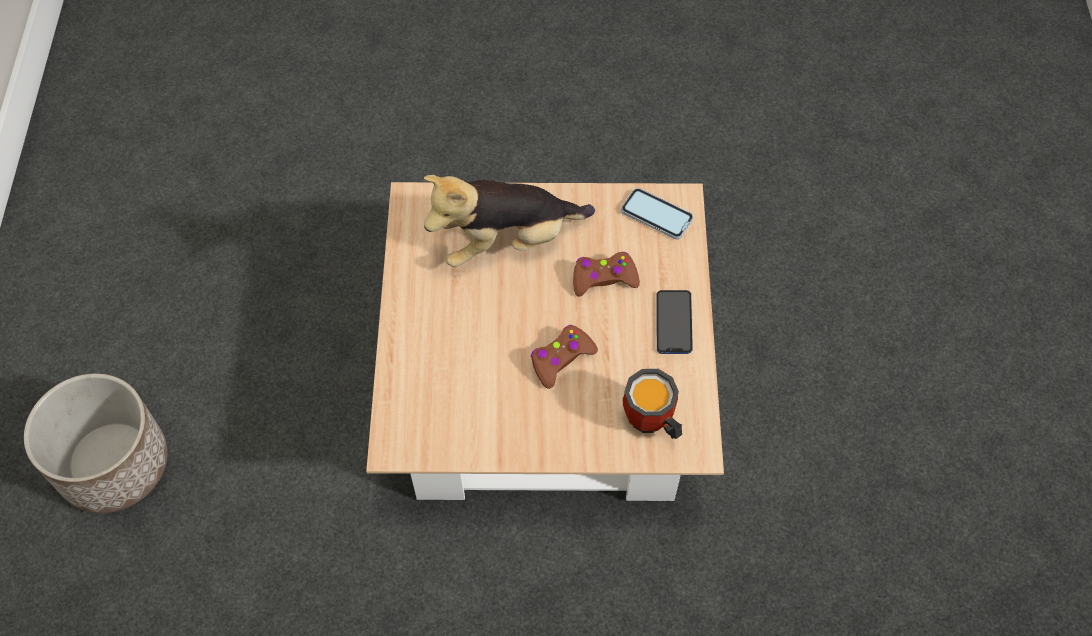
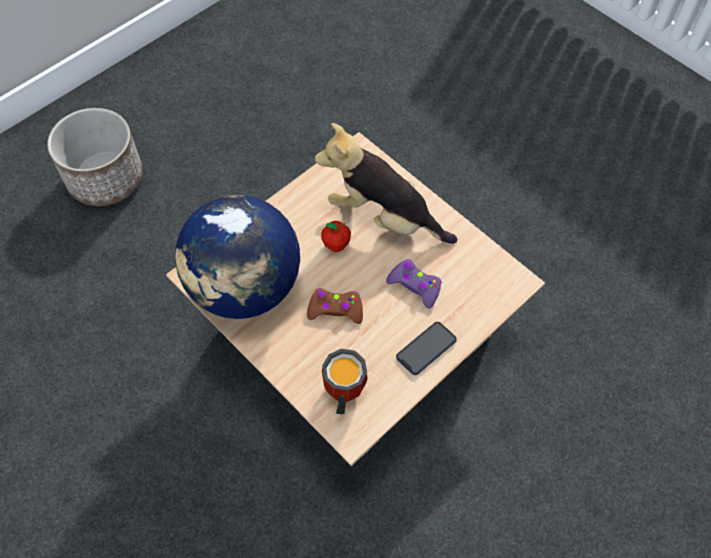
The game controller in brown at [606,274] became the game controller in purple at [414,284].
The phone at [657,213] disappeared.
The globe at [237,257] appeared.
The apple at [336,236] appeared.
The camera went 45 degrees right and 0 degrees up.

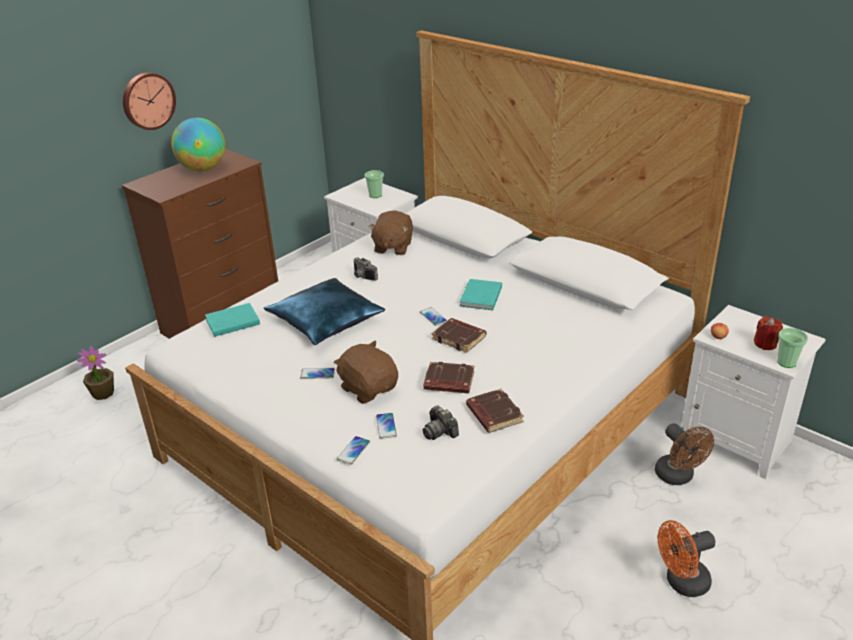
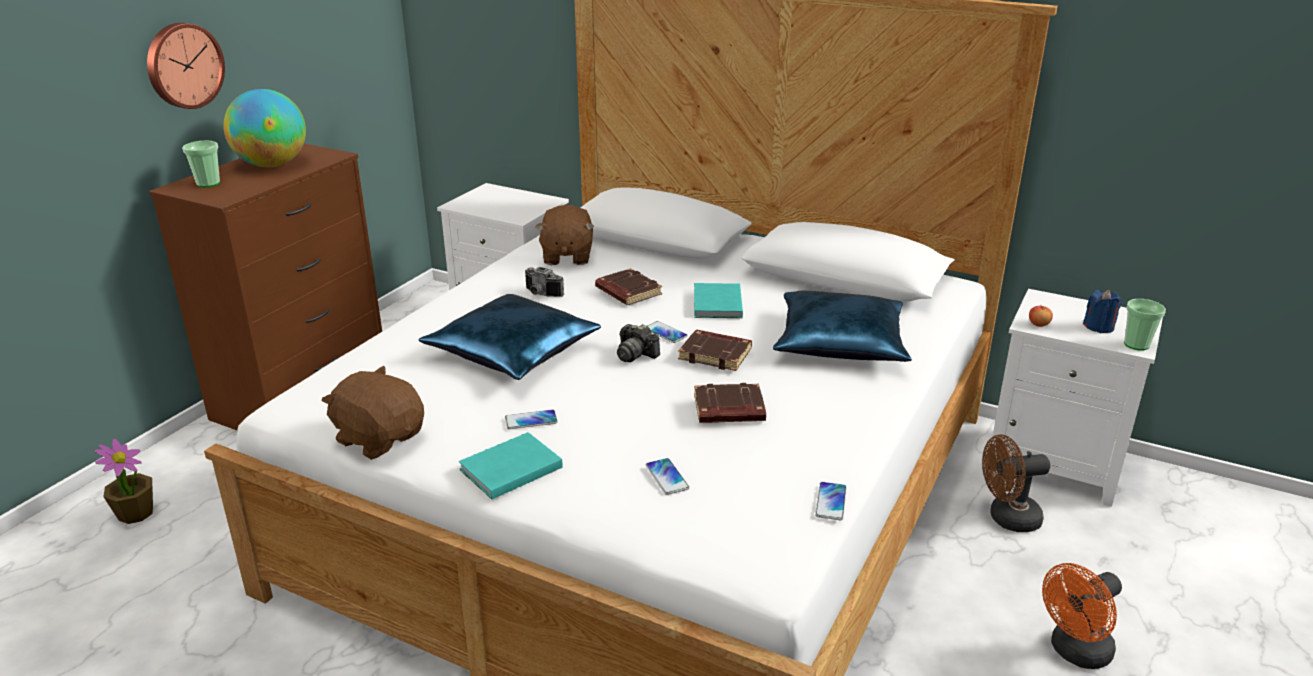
The book in turquoise moved from [232,320] to [511,465].
The plush toy in brown moved from [366,372] to [373,413].
The phone moved from [353,450] to [830,501].
The cup moved from [374,184] to [201,164].
The photo camera moved from [441,422] to [638,343].
The book in brown moved from [495,411] to [628,286].
The fan in brown at [684,454] turned 120 degrees clockwise.
The candle in red at [768,333] became the candle in blue at [1102,311].
The pillow in blue at [842,326] appeared.
The camera went 15 degrees left and 5 degrees down.

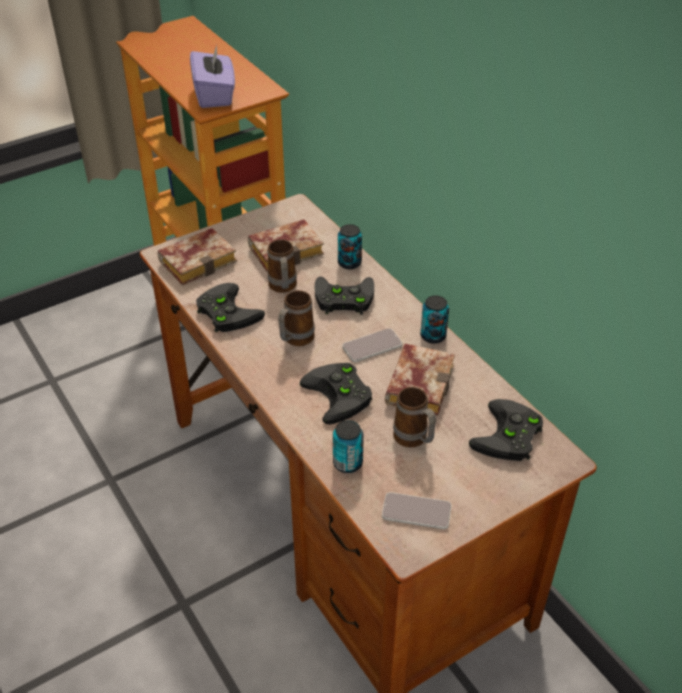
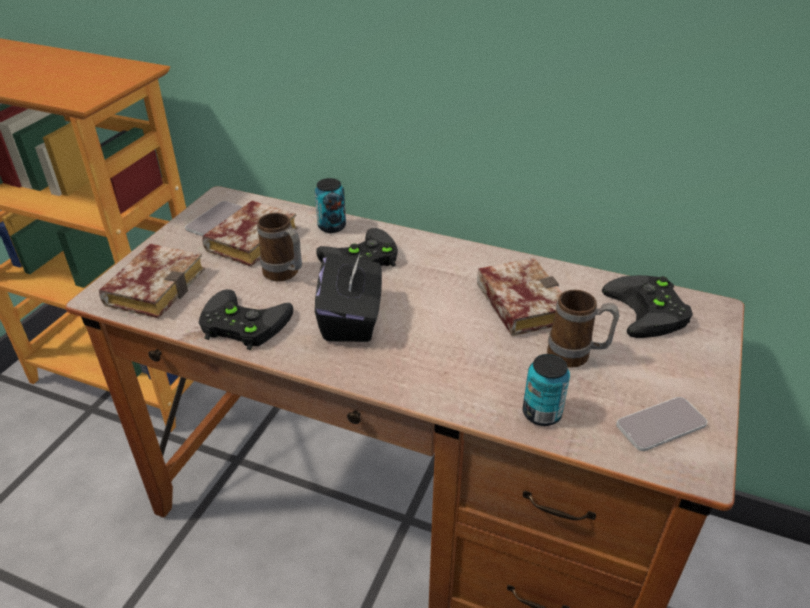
The tissue box in purple at [212,76] disappeared.
The mug at [296,318] was replaced by the tissue box in black at [348,296].
The game controller in black at [336,393] disappeared.
The phone moved from [372,345] to [214,218].
The can at [434,320] disappeared.
The camera went 35 degrees left and 5 degrees down.

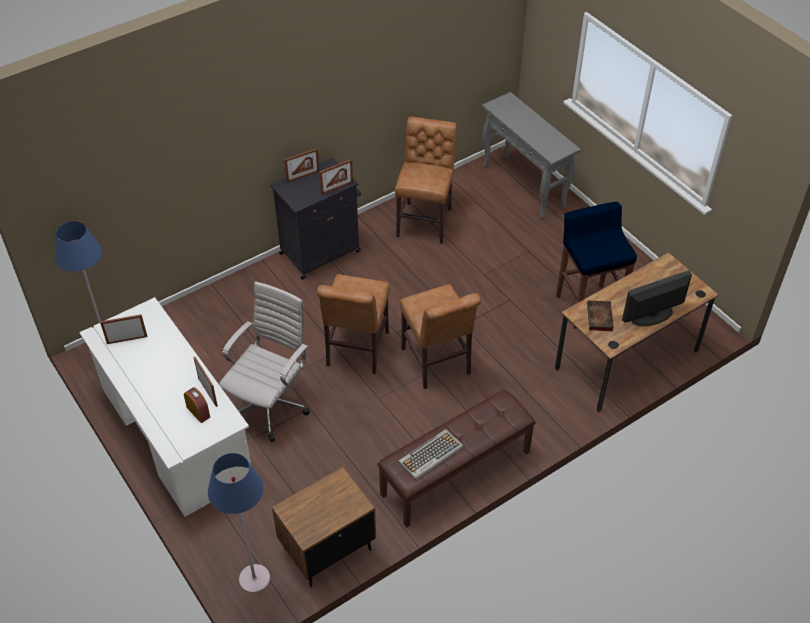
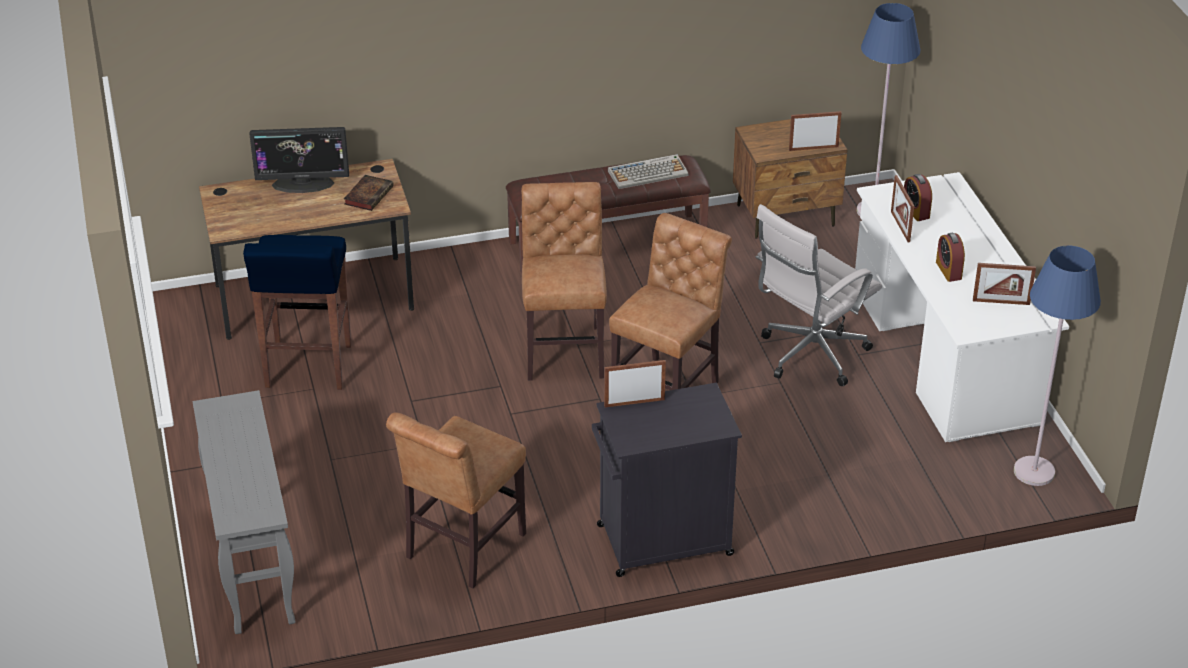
The picture frame moved from [301,165] to [815,131].
The alarm clock at [950,257] appeared.
The camera went 160 degrees left and 10 degrees down.

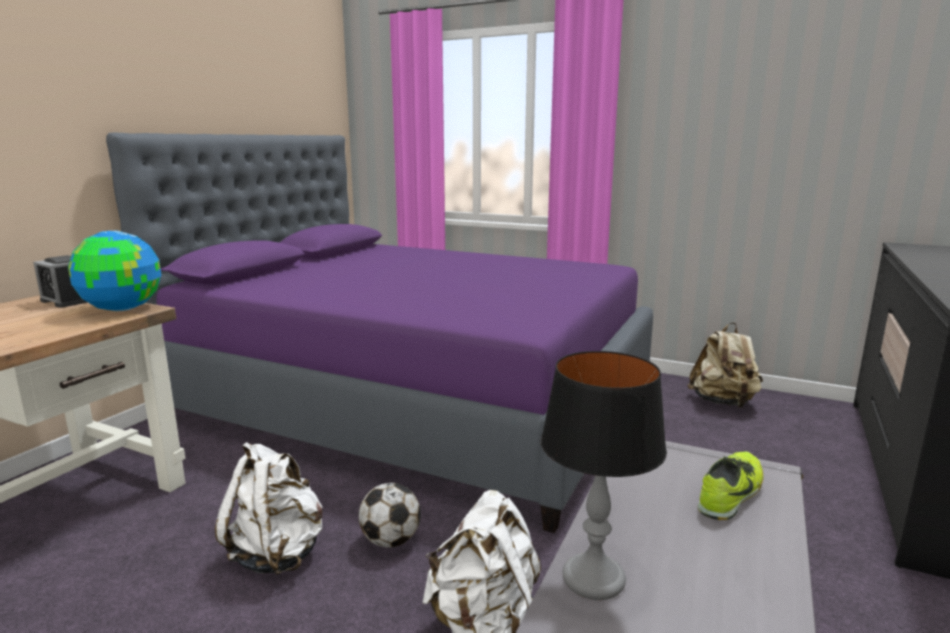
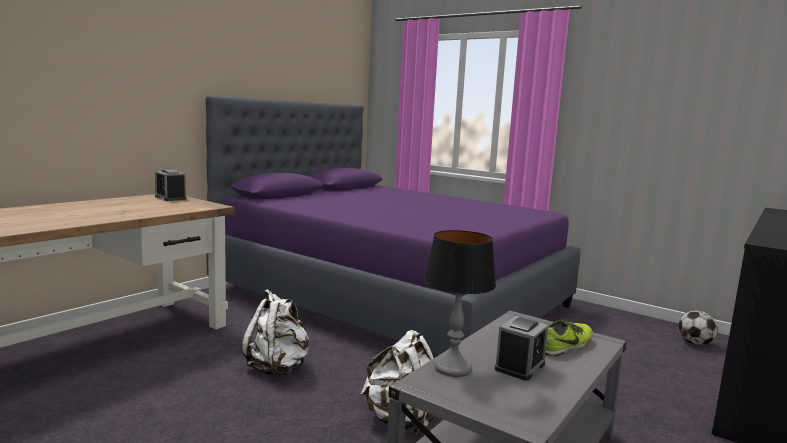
The globe at [114,271] disappeared.
The football moved from [389,515] to [698,328].
The backpack in beige at [725,365] disappeared.
The alarm clock at [522,348] appeared.
The camera went 10 degrees right and 5 degrees down.

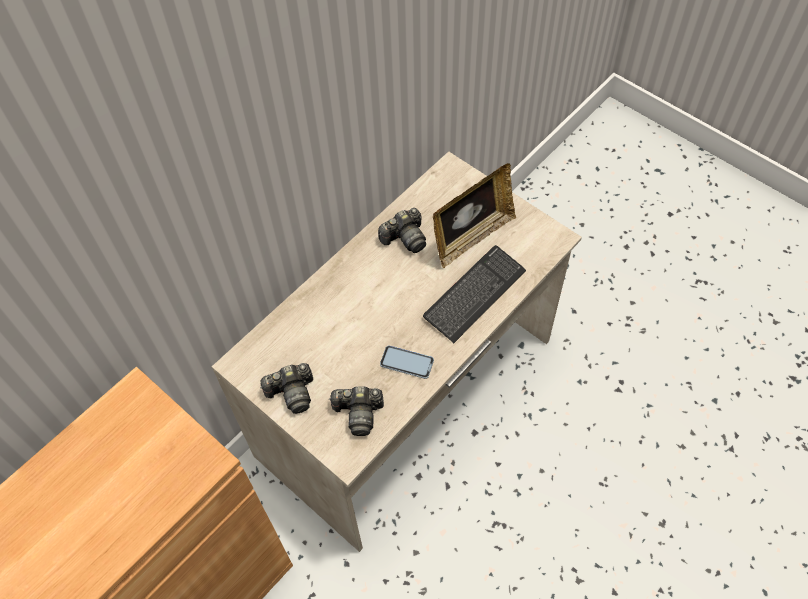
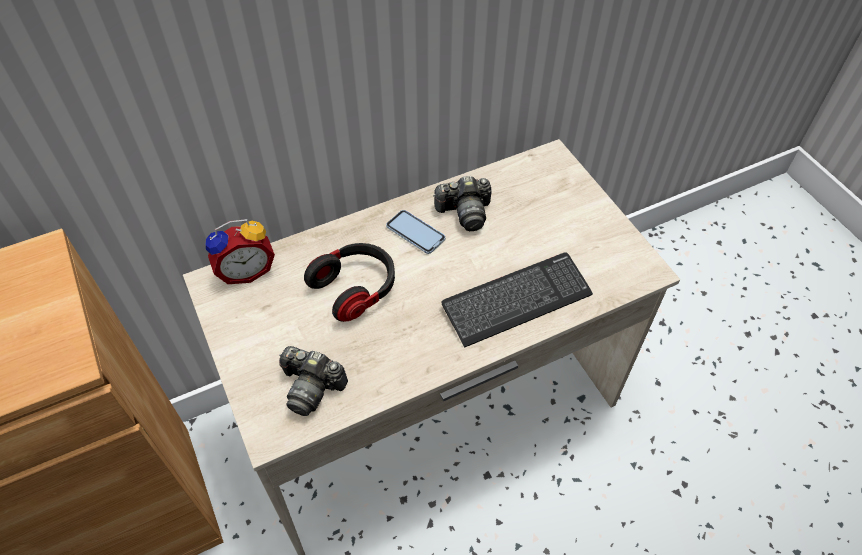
The photo camera at [286,388] disappeared.
The phone moved from [407,362] to [415,232].
The picture frame at [474,215] disappeared.
The alarm clock at [240,251] appeared.
The headphones at [349,282] appeared.
The camera went 20 degrees right and 5 degrees down.

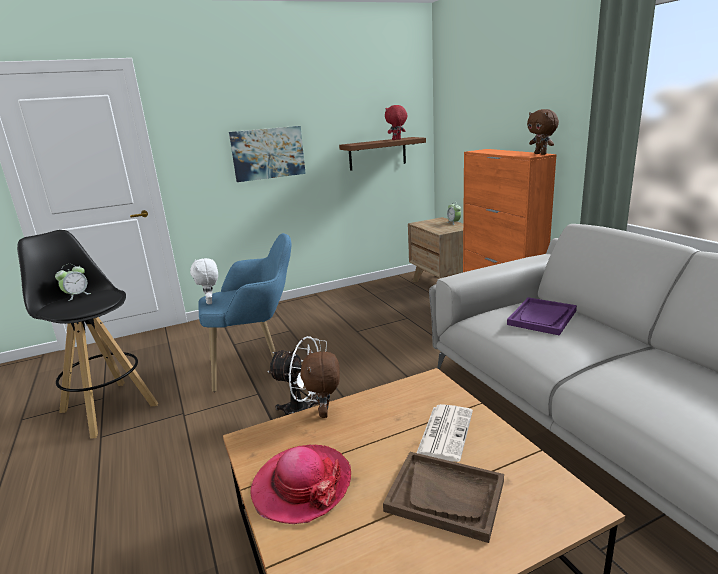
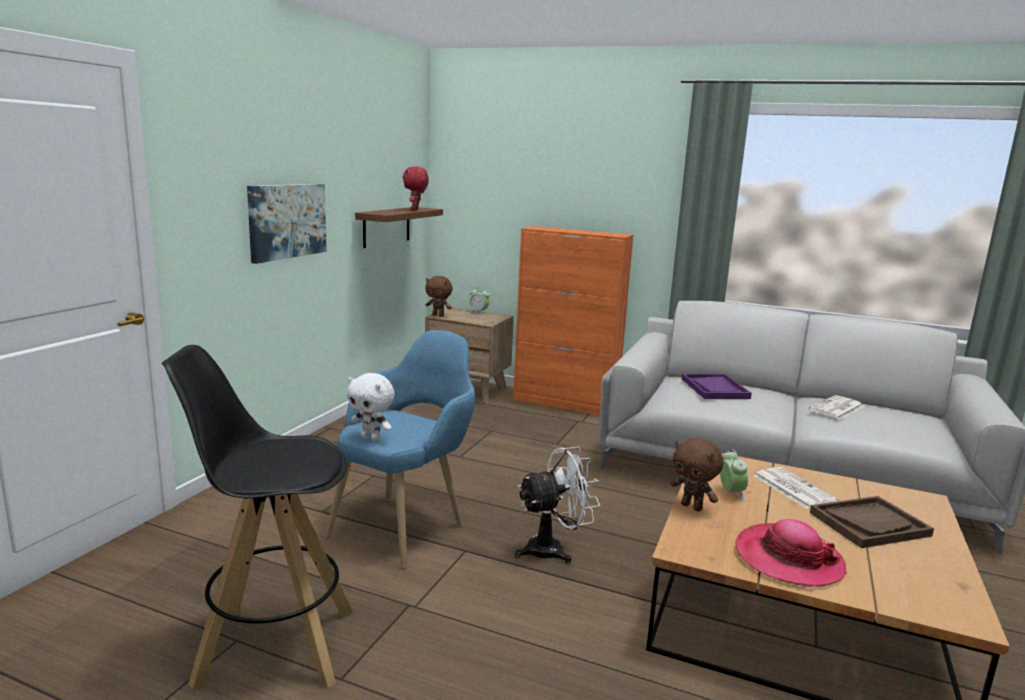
The alarm clock moved from [73,282] to [734,475].
The plush toy in brown moved from [543,132] to [438,296].
The newspaper at [836,407] appeared.
The camera went 45 degrees left and 5 degrees down.

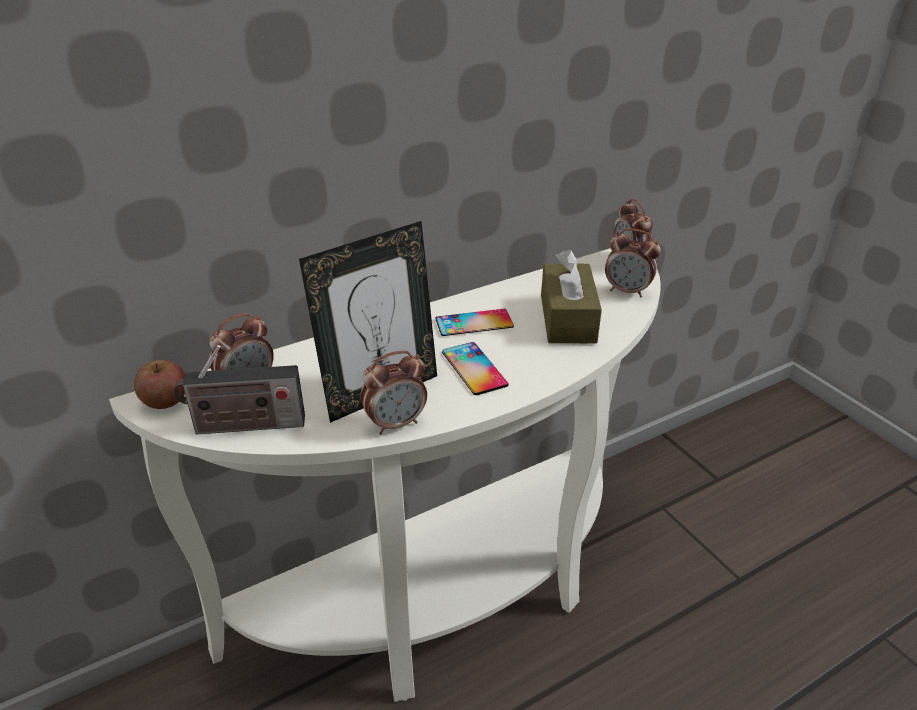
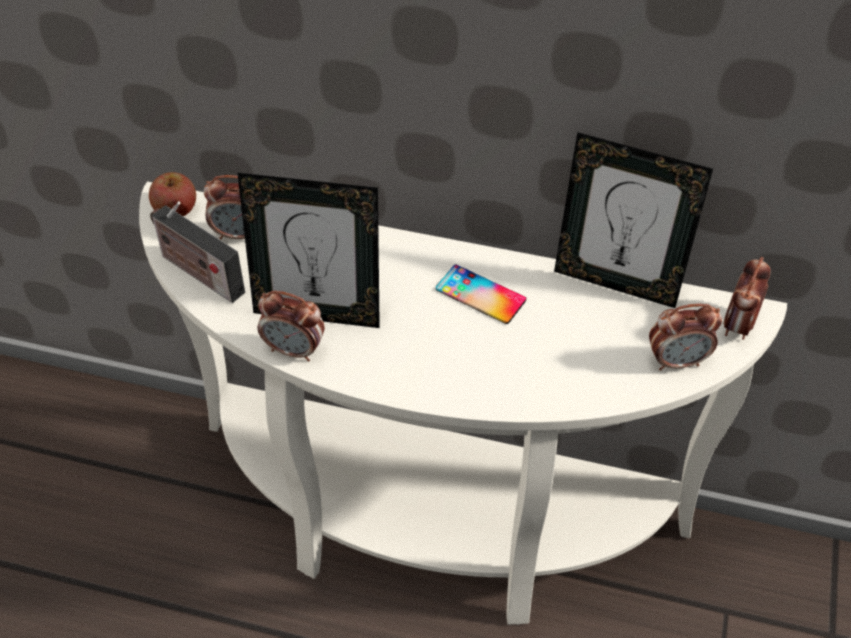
The phone at [475,368] disappeared.
The tissue box in brown at [571,296] disappeared.
The alarm clock at [633,262] turned 75 degrees counterclockwise.
The picture frame at [633,220] appeared.
The camera went 45 degrees right and 15 degrees up.

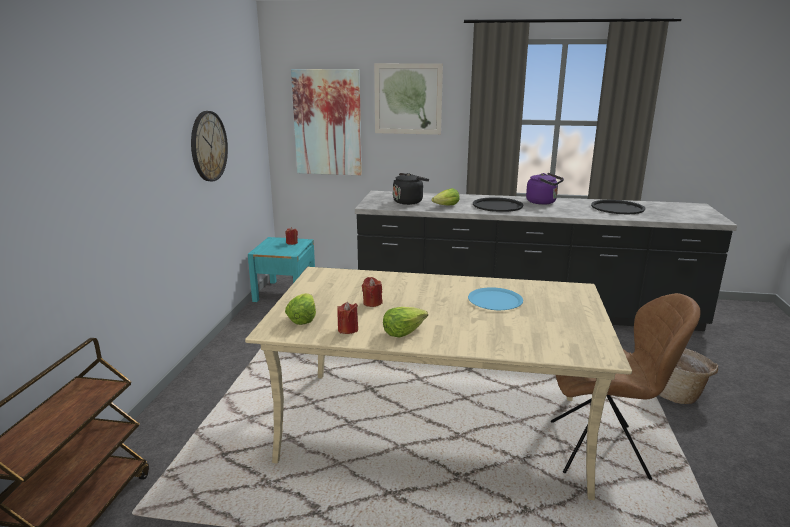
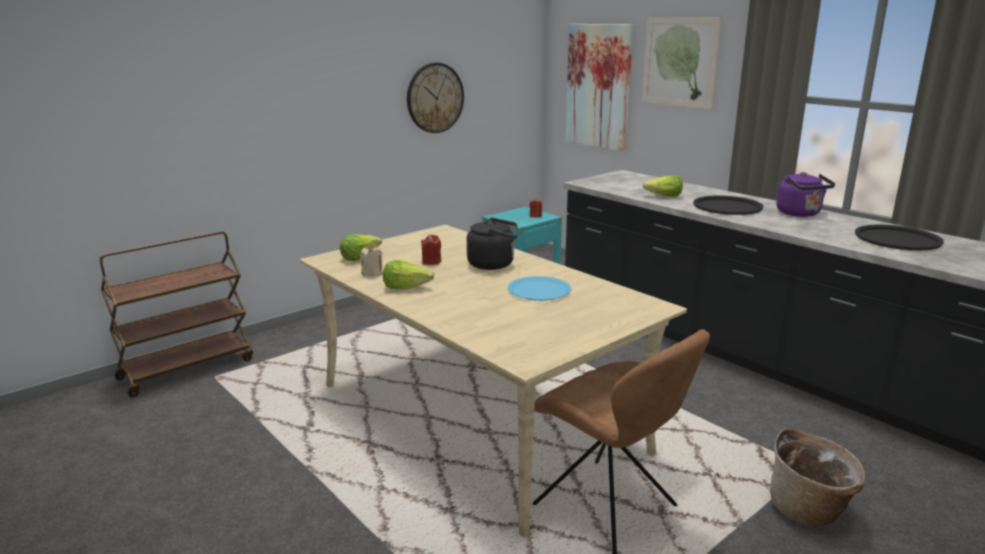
The candle in red at [347,318] became the candle in beige at [371,261].
The kettle in black moved from [411,189] to [492,244].
The camera went 40 degrees right and 0 degrees up.

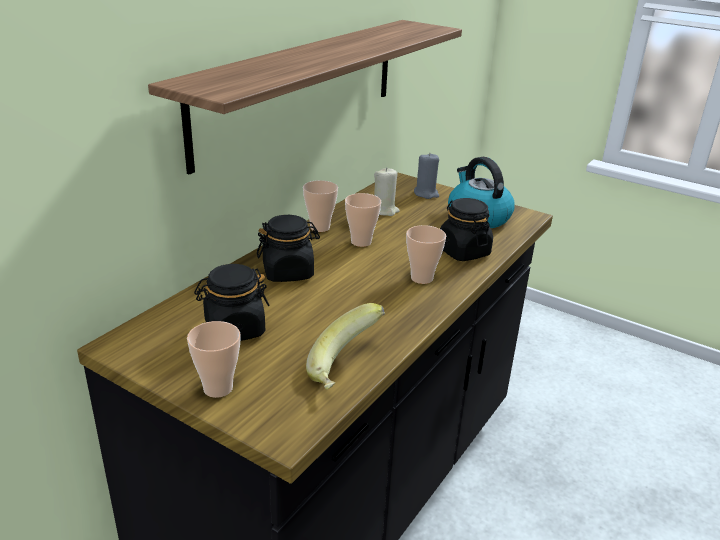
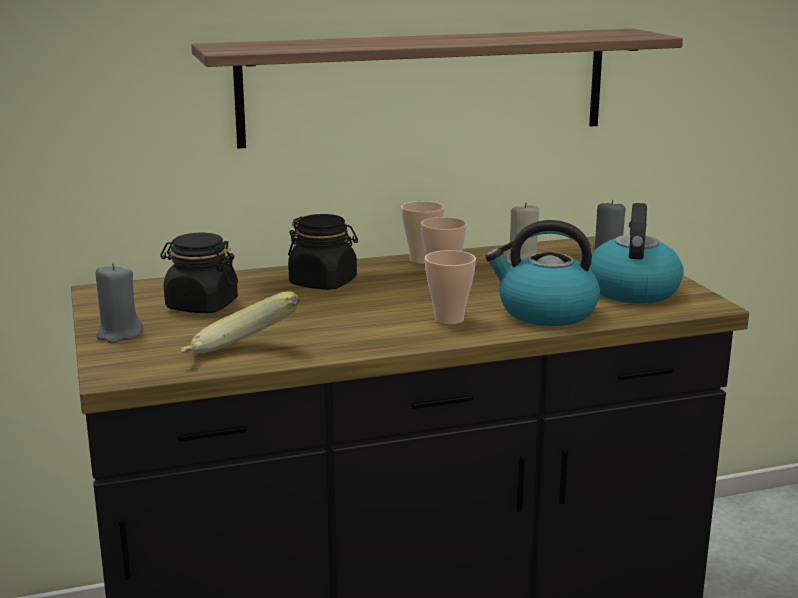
The cup at [214,359] was replaced by the candle in grey at [119,303].
The jar in black at [466,229] was replaced by the kettle at [542,273].
The camera went 40 degrees right and 10 degrees down.

